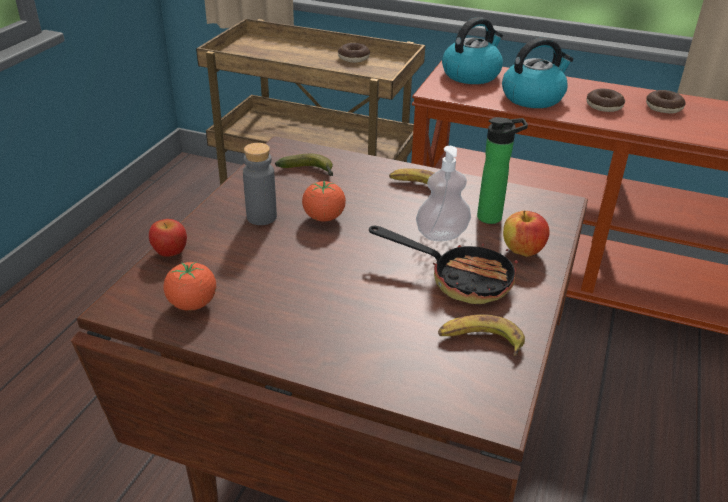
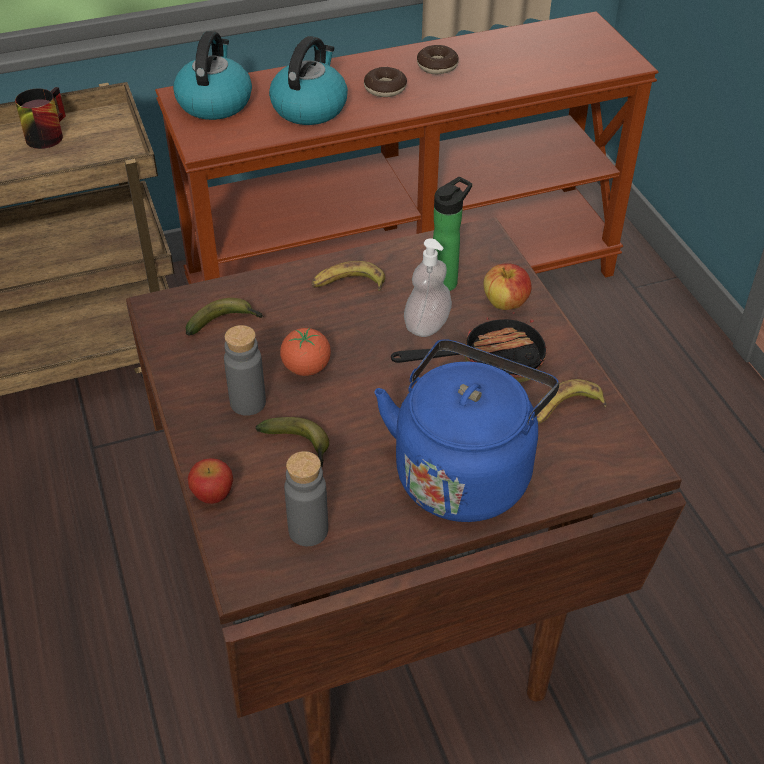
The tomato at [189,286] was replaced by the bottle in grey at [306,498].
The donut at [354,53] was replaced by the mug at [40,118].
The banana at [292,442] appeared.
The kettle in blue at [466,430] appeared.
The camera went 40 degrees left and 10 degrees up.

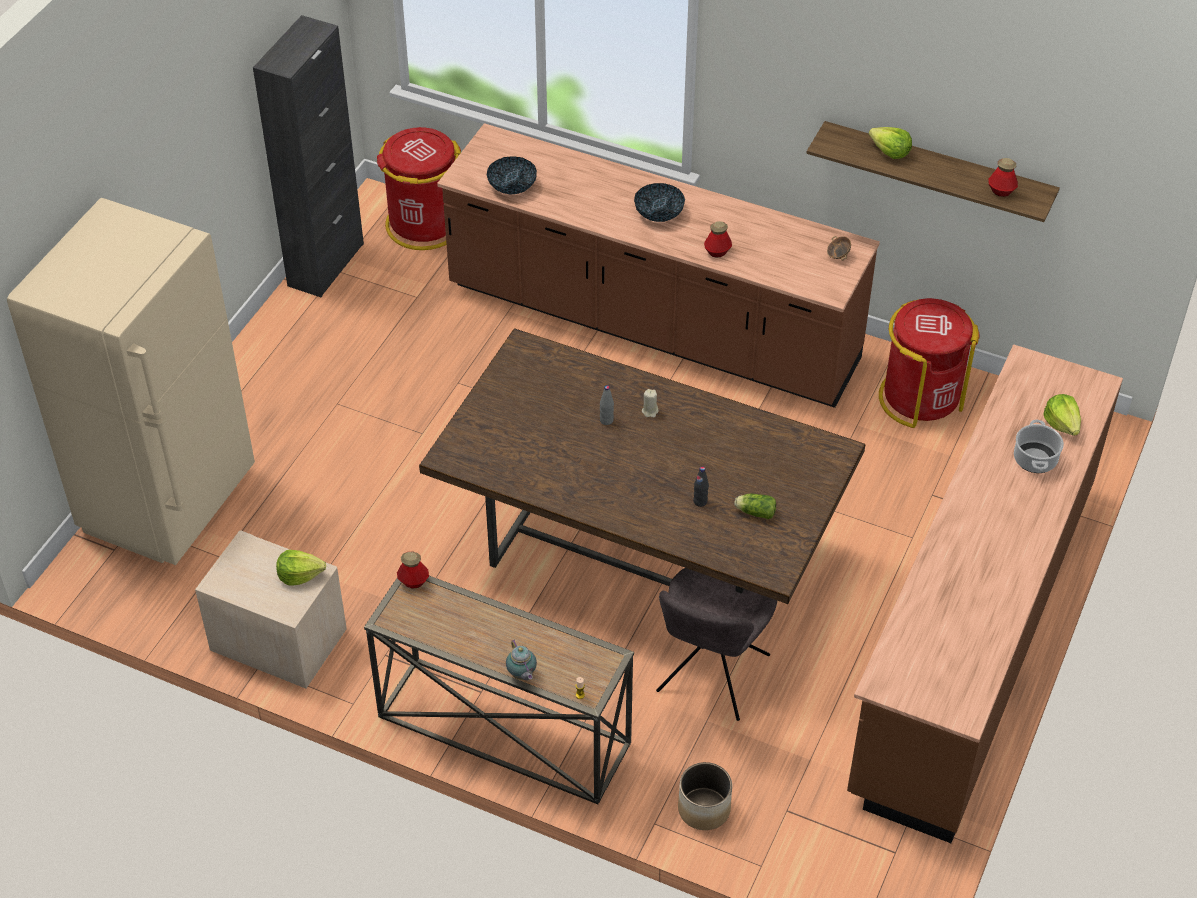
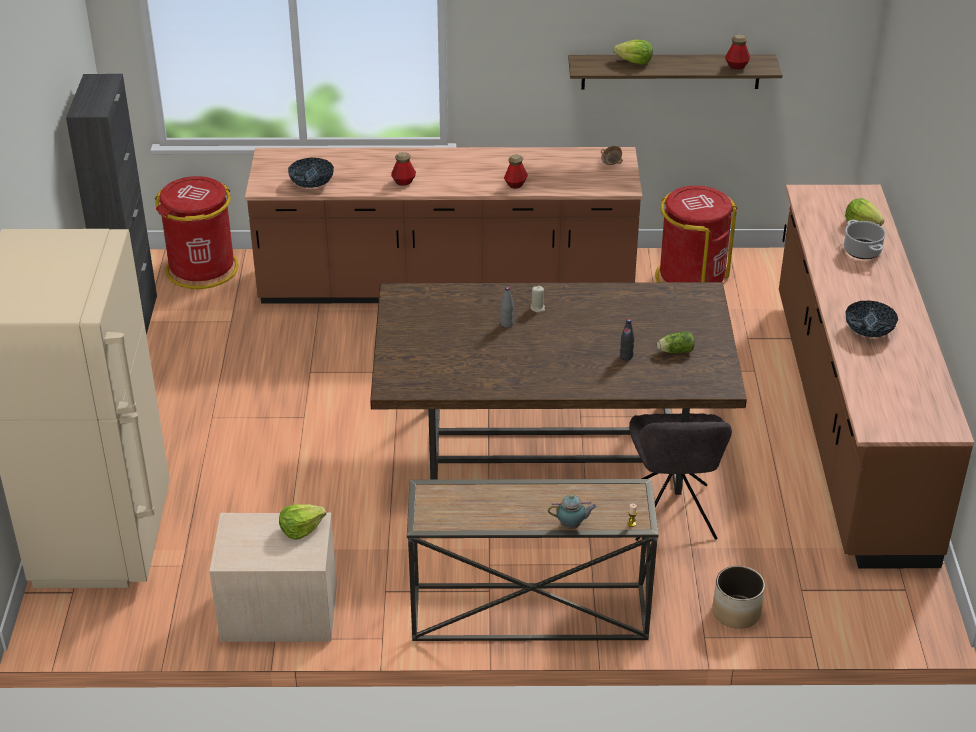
The bottle moved from [413,570] to [403,169].
The teapot at [521,659] turned 45 degrees counterclockwise.
The bowl moved from [659,202] to [871,319].
The camera went 25 degrees left and 10 degrees down.

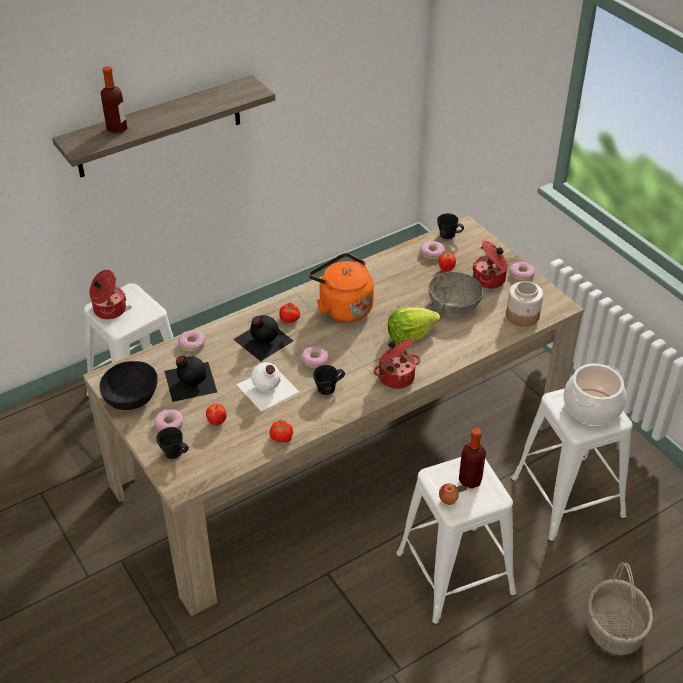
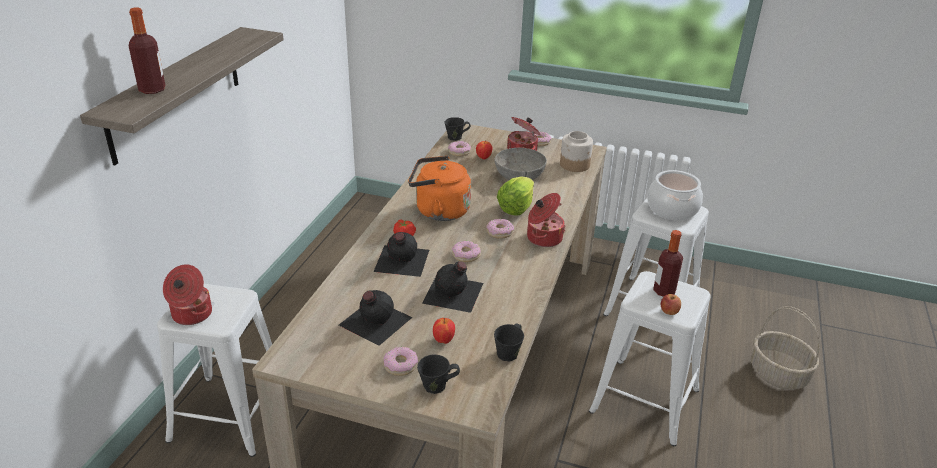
The bowl in black at [129,385] disappeared.
The donut moved from [191,341] to [500,229].
The bottle in white at [267,386] became the bottle in black at [452,287].
The tomato at [281,431] disappeared.
The mug in black moved from [329,380] to [509,342].
The camera went 40 degrees left and 10 degrees down.

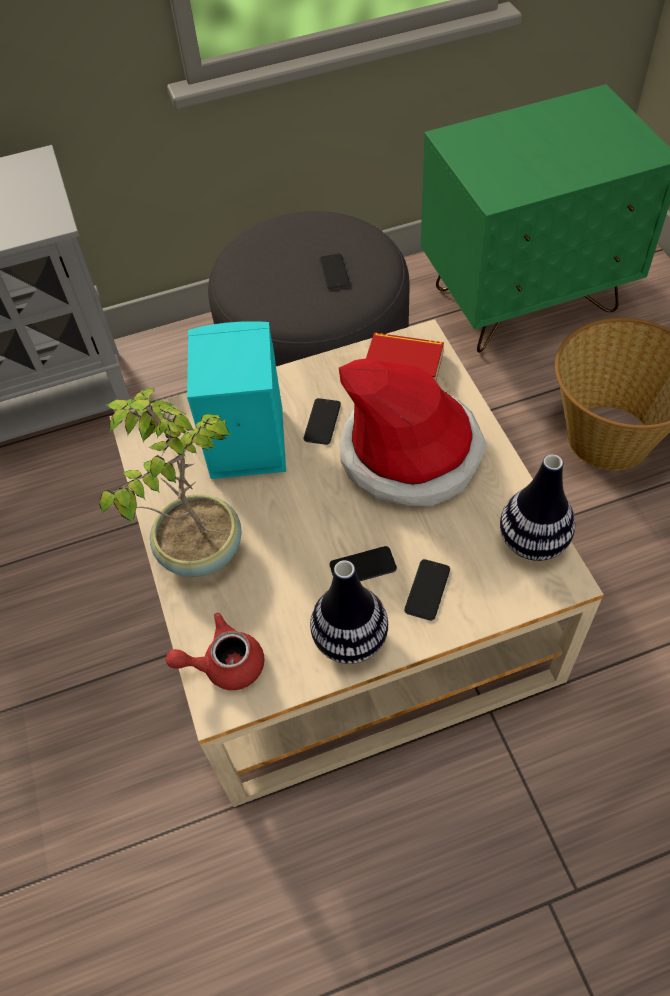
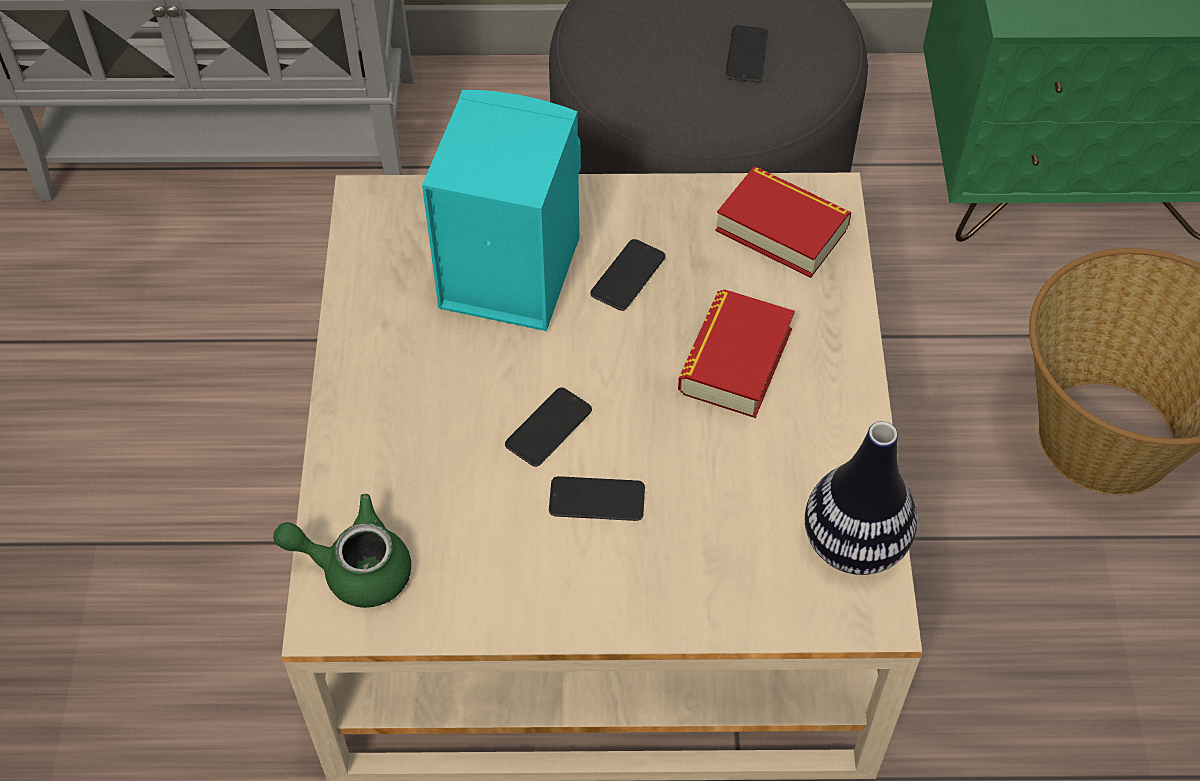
The potted plant at [171,482] disappeared.
The teapot in red at [215,651] became the teapot in green at [342,551].
The vase at [349,612] disappeared.
The hat at [413,432] was replaced by the book at [736,353].
The phone moved from [427,590] to [548,427].
The camera went 15 degrees right and 0 degrees up.

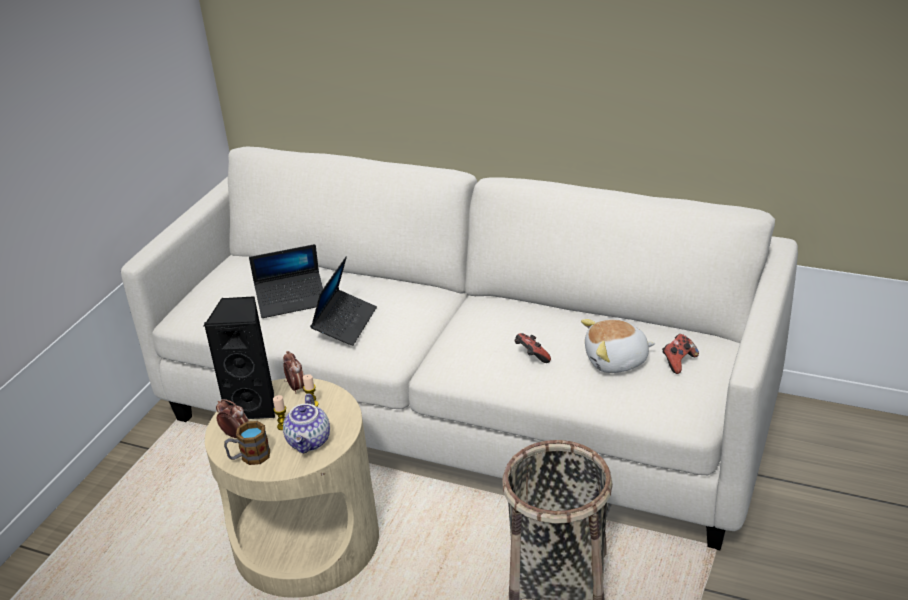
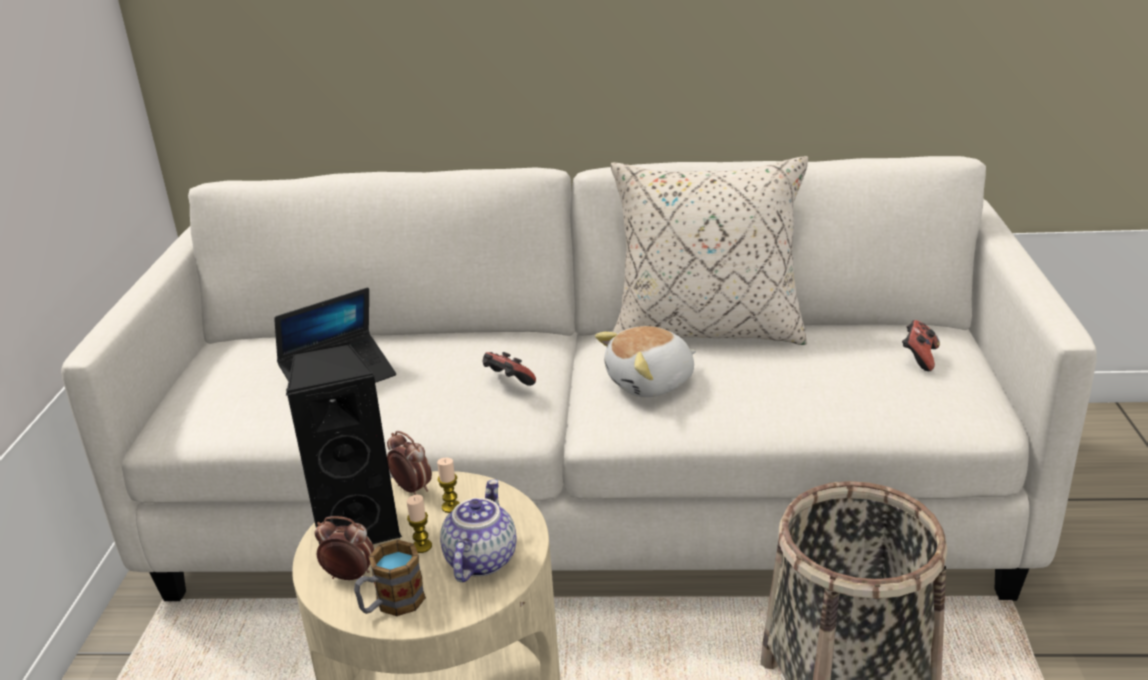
The teapot at [306,424] turned 150 degrees counterclockwise.
The laptop at [343,301] disappeared.
The game controller moved from [533,348] to [509,369].
The plush toy moved from [618,346] to [645,361].
The pillow in beige at [709,250] appeared.
The camera went 20 degrees left and 5 degrees down.

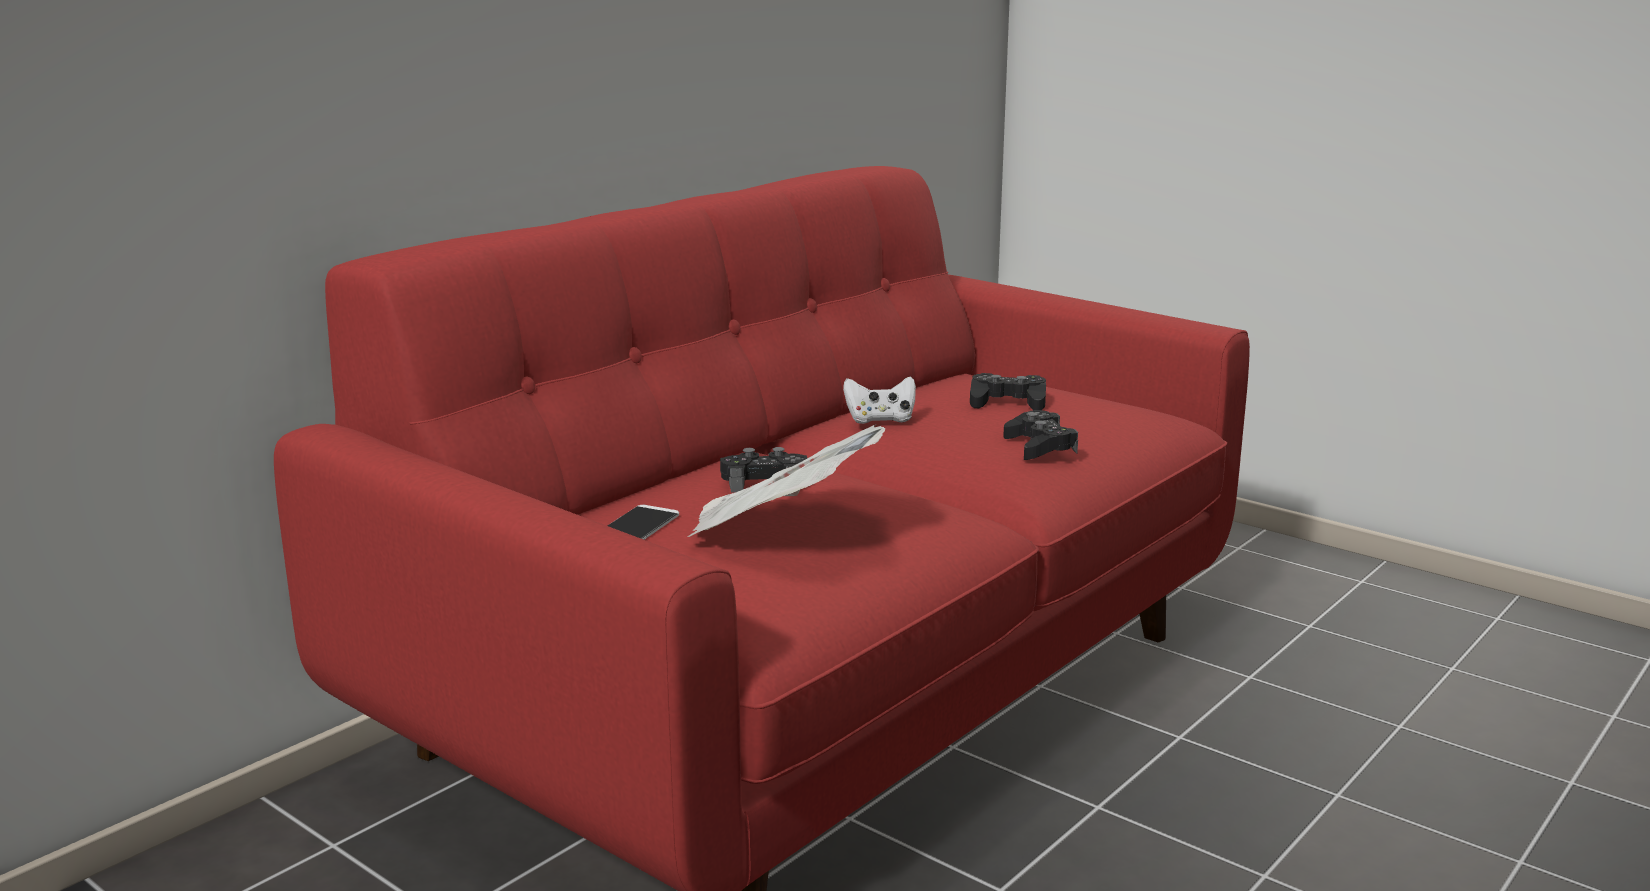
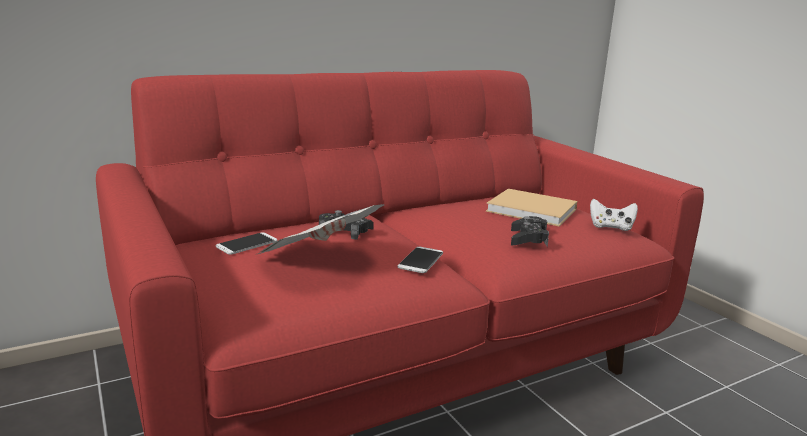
The game controller in white moved from [879,400] to [614,215].
The game controller in black at [1008,391] was replaced by the book in beige at [531,207].
The phone at [420,260] appeared.
The camera went 20 degrees right and 0 degrees up.

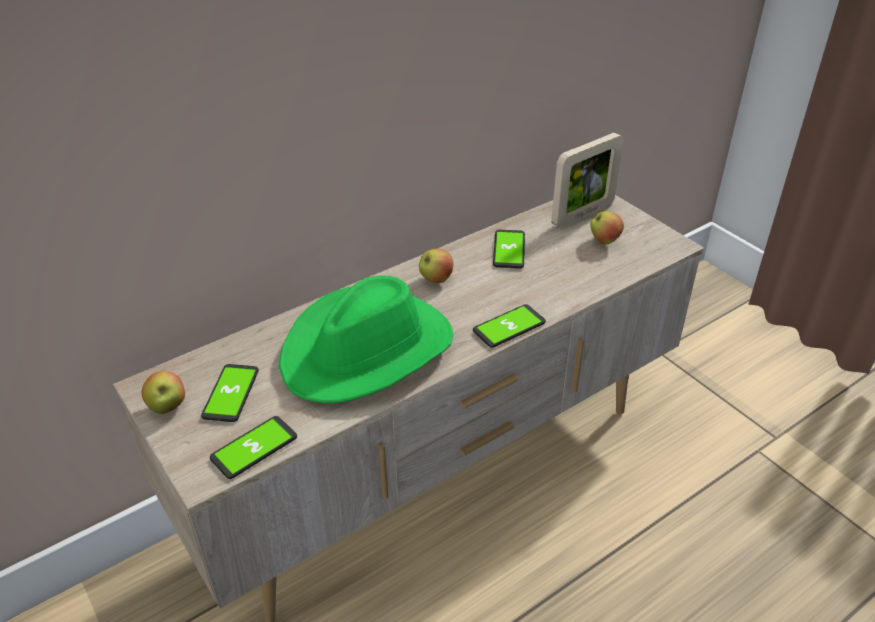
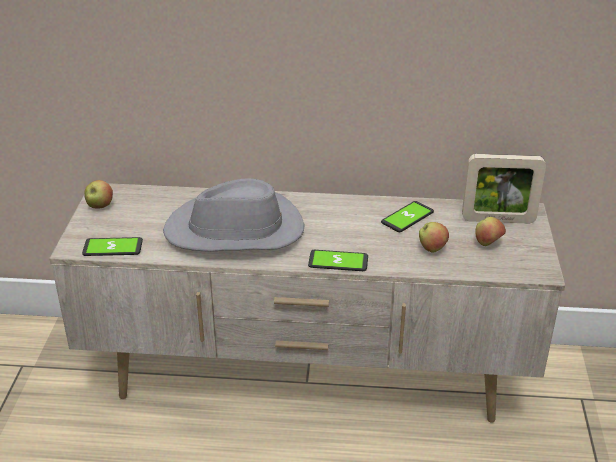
The phone at [230,393] disappeared.
The hat in green at [366,340] became the hat in grey at [233,215].
The apple moved from [436,266] to [434,237].
The camera went 40 degrees right and 5 degrees down.

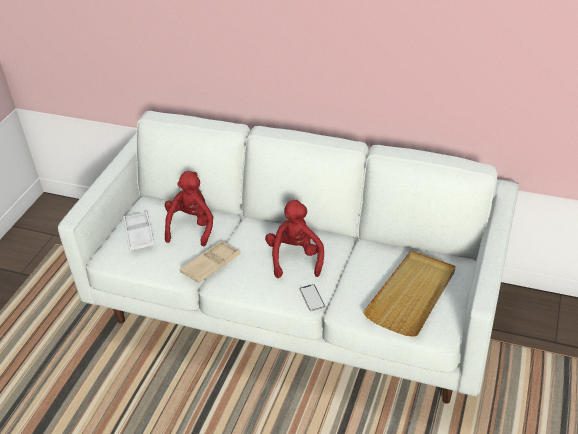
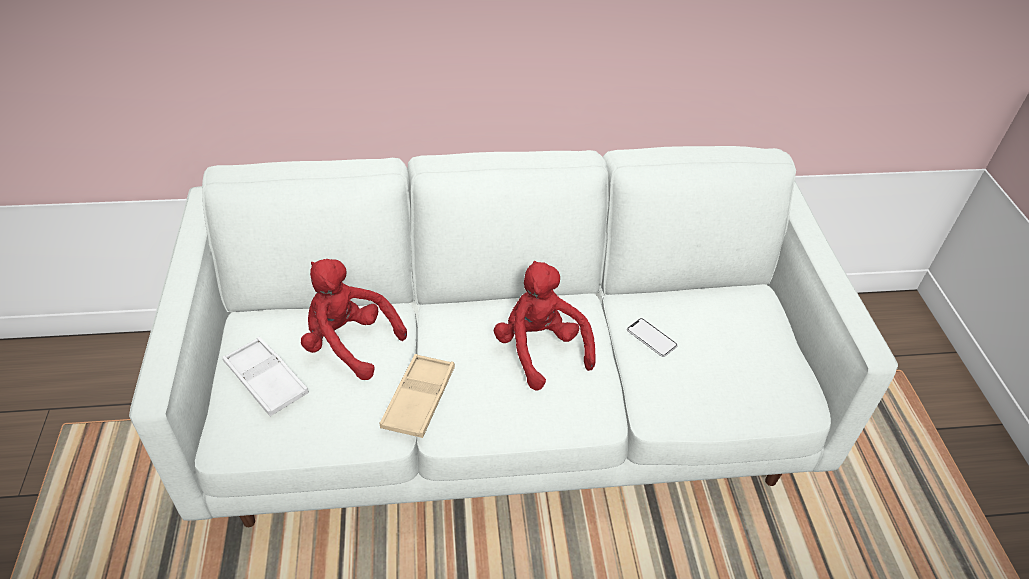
The plush toy in red at [189,208] turned 45 degrees counterclockwise.
The phone moved from [312,297] to [652,337].
The tray in beige at [409,294] disappeared.
The camera went 30 degrees left and 5 degrees up.

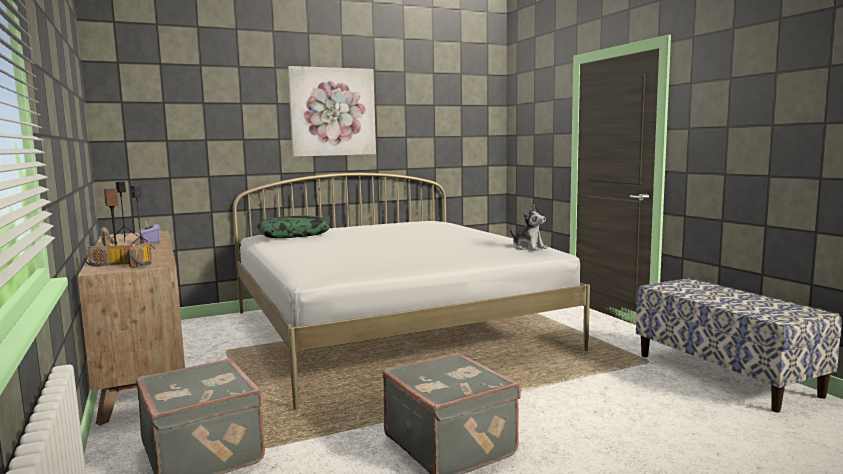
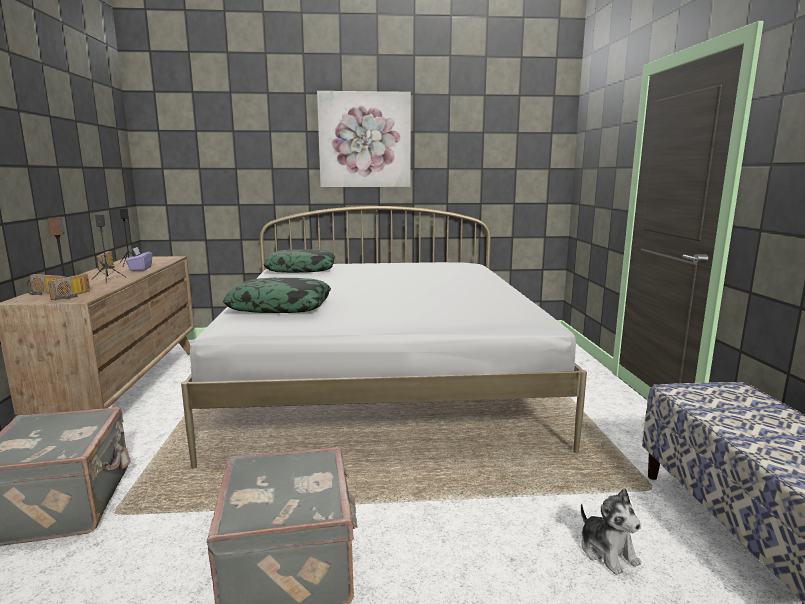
The plush toy moved from [528,227] to [611,531].
The pillow at [277,295] appeared.
The camera went 20 degrees right and 5 degrees up.

